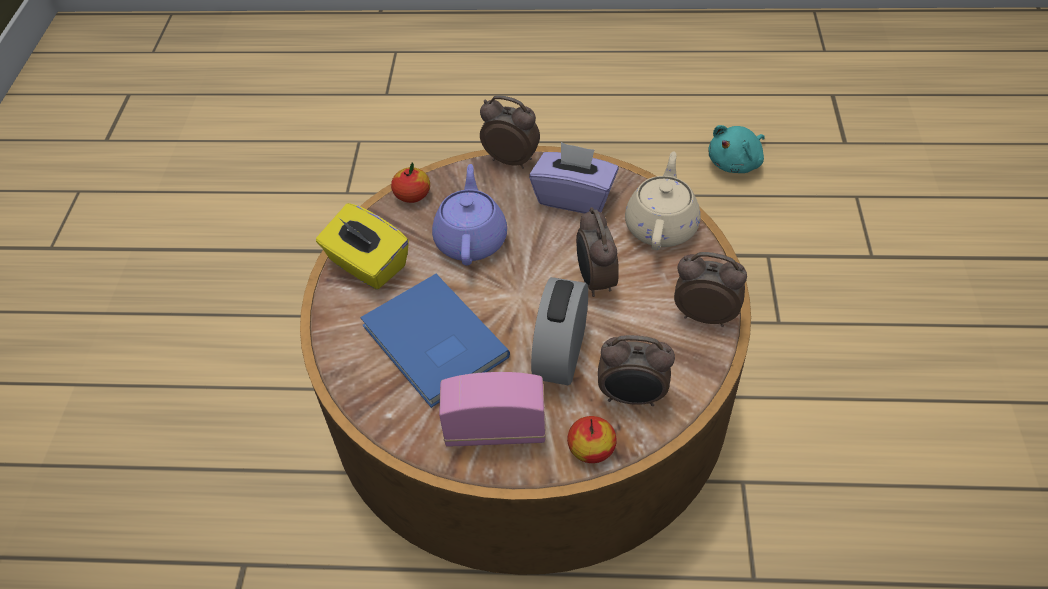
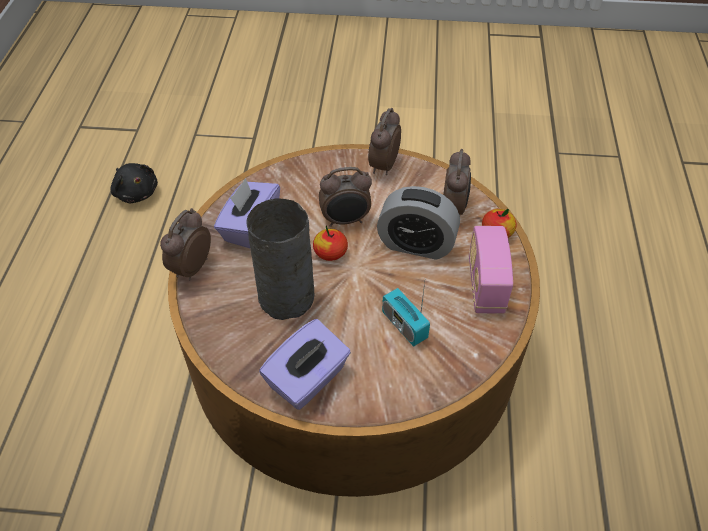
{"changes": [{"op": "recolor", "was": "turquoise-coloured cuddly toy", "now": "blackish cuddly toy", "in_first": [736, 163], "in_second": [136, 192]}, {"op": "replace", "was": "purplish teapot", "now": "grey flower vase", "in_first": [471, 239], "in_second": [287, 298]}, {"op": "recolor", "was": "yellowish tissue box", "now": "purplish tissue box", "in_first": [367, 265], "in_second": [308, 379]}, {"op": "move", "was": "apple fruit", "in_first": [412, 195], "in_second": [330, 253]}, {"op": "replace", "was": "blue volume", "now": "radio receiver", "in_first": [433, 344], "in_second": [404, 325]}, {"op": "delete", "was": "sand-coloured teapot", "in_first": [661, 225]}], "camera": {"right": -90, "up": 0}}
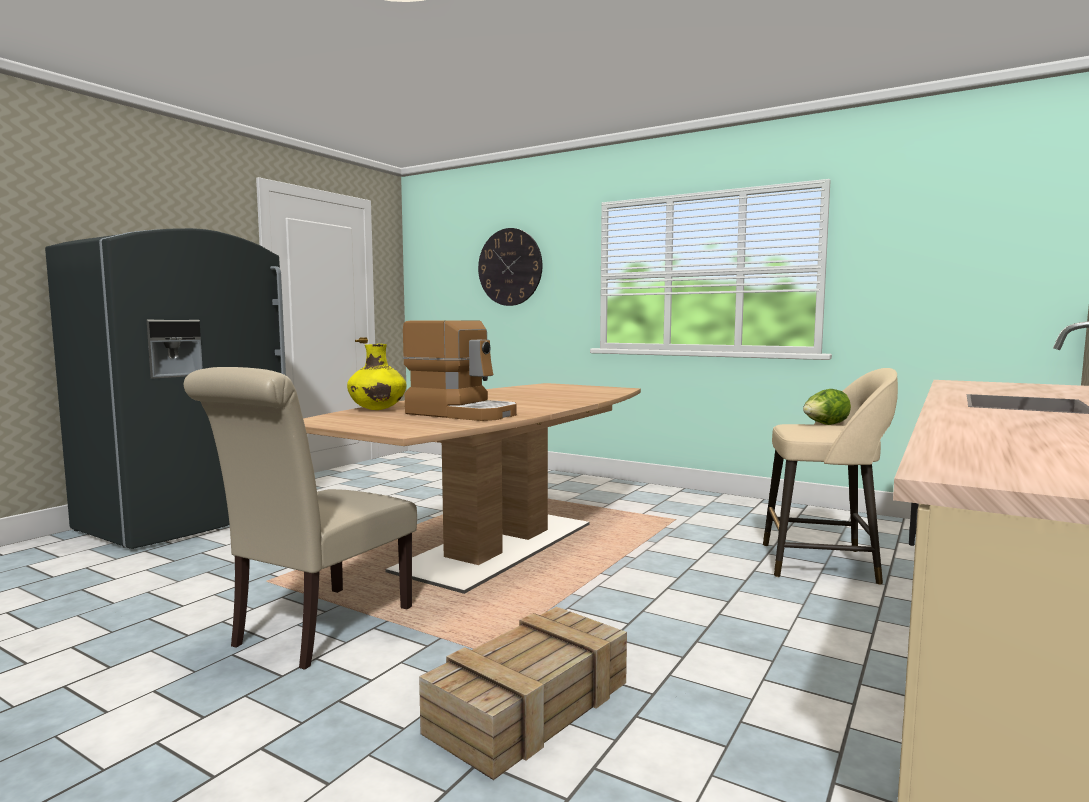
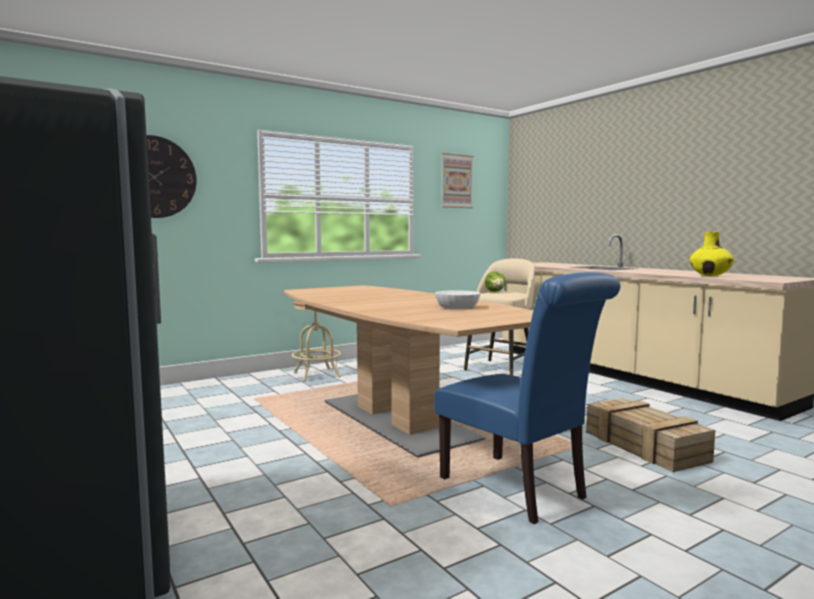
{"changes": [{"op": "insert", "now": "sand-coloured stool", "in_second": [317, 375]}, {"op": "recolor", "was": "sand-coloured plain chair", "now": "blue plain chair", "in_first": [316, 630], "in_second": [519, 490]}, {"op": "replace", "was": "coffee brewer", "now": "white bowl", "in_first": [463, 413], "in_second": [456, 307]}, {"op": "insert", "now": "wall art", "in_second": [456, 181]}, {"op": "move", "was": "yellowish flower vase", "in_first": [377, 410], "in_second": [710, 276]}], "camera": {"right": -65, "up": 0}}
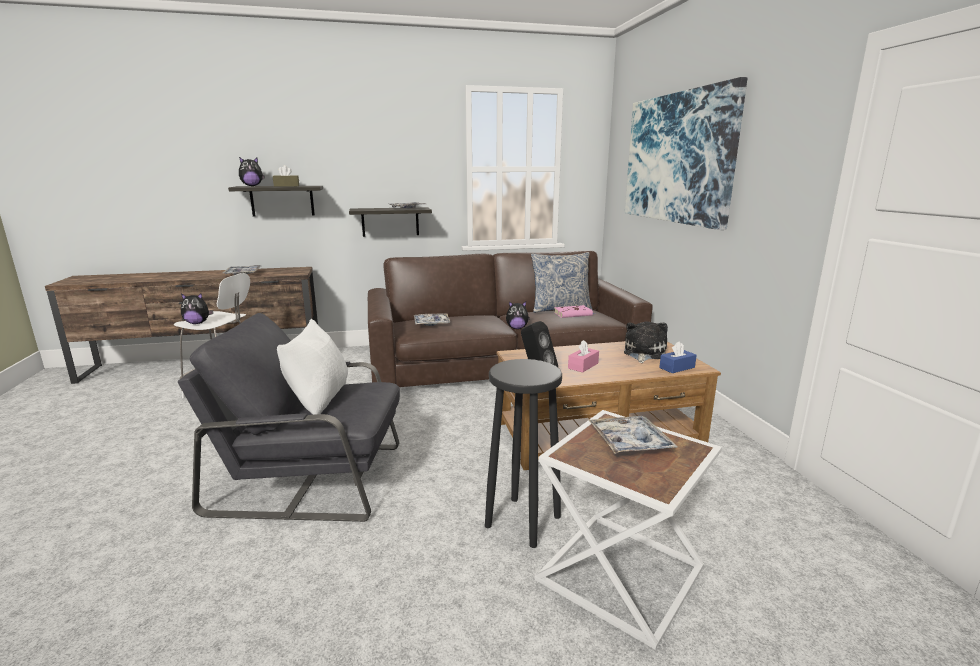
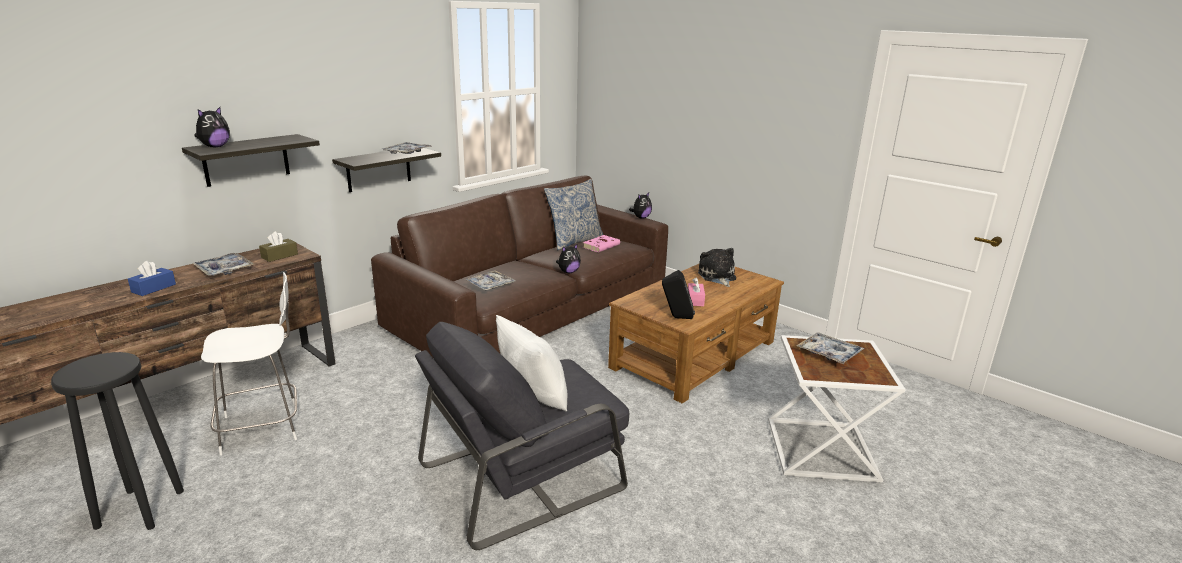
{"changes": [{"op": "move", "was": "blackish stool", "in_first": [522, 521], "in_second": [139, 509]}, {"op": "move", "was": "blue tissue box", "in_first": [677, 367], "in_second": [153, 288]}, {"op": "move", "was": "brown tissue box", "in_first": [286, 186], "in_second": [279, 256]}, {"op": "move", "was": "cuddly toy", "in_first": [197, 323], "in_second": [641, 217]}, {"op": "delete", "was": "wall art", "in_first": [677, 158]}], "camera": {"right": -35, "up": 5}}
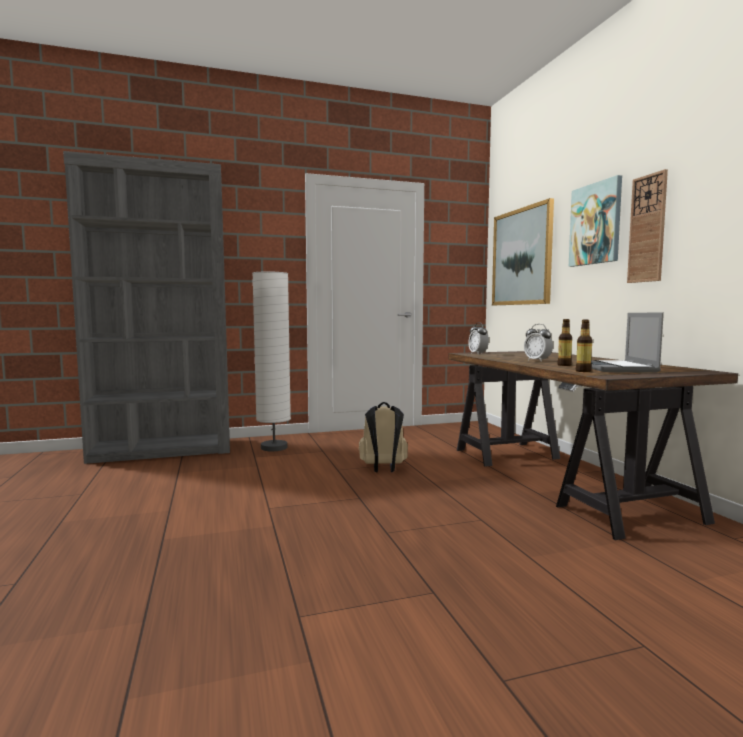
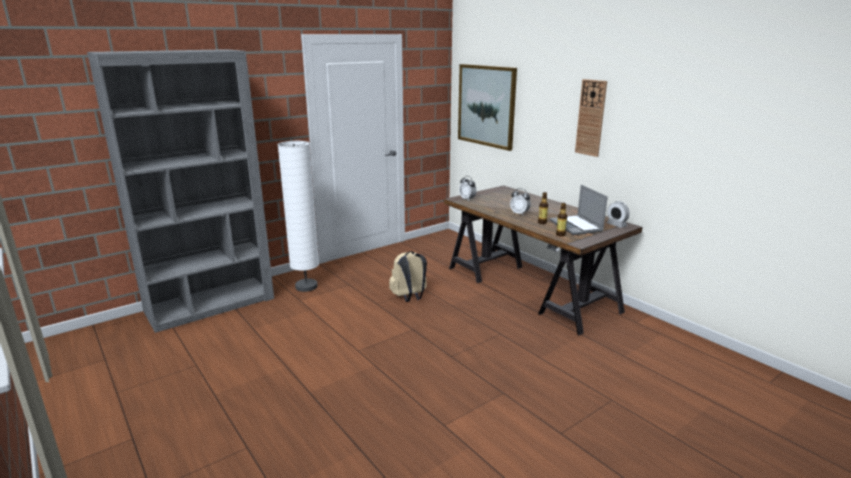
{"changes": [{"op": "insert", "now": "bedside clock", "in_second": [616, 225]}, {"op": "delete", "was": "wall art", "in_first": [595, 224]}], "camera": {"right": -20, "up": 15}}
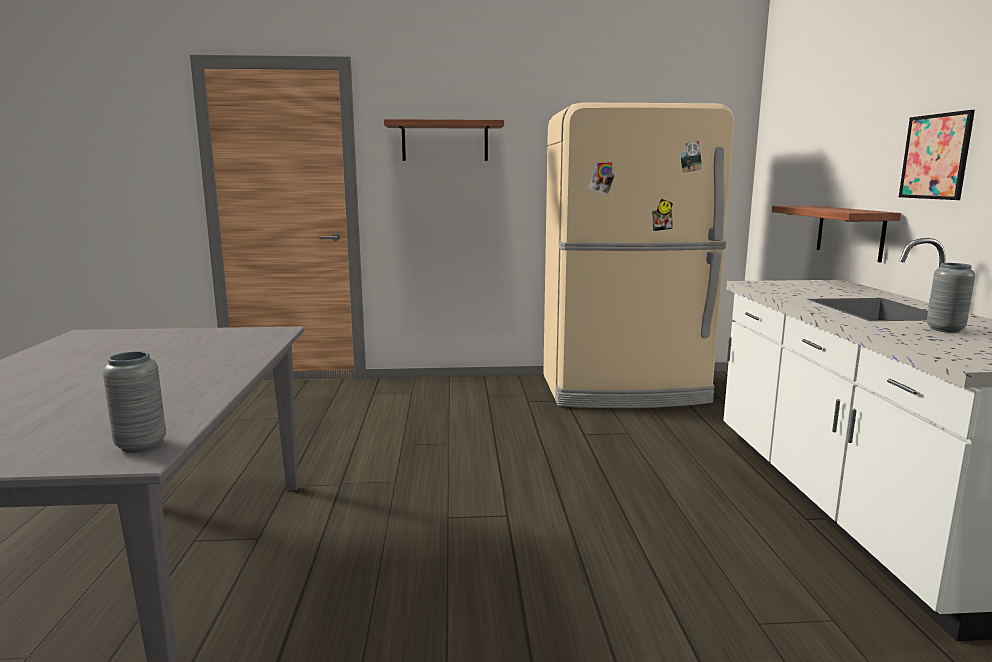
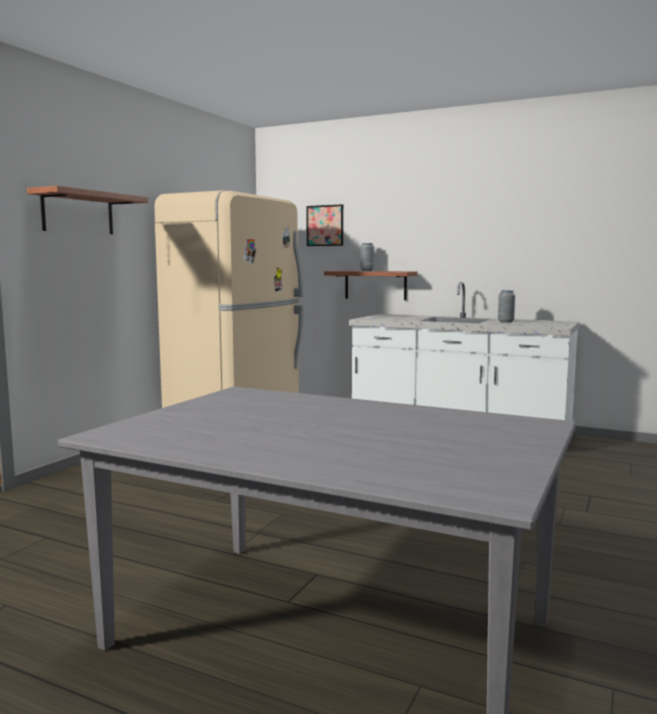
{"changes": [{"op": "move", "was": "wall art", "in_first": [935, 156], "in_second": [325, 225]}, {"op": "move", "was": "grey flower vase", "in_first": [141, 445], "in_second": [367, 271]}], "camera": {"right": -60, "up": -5}}
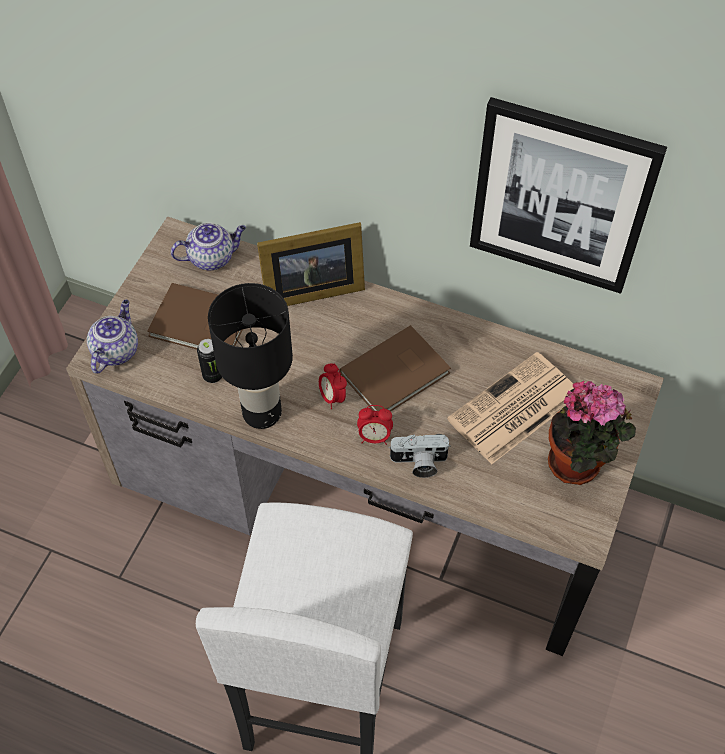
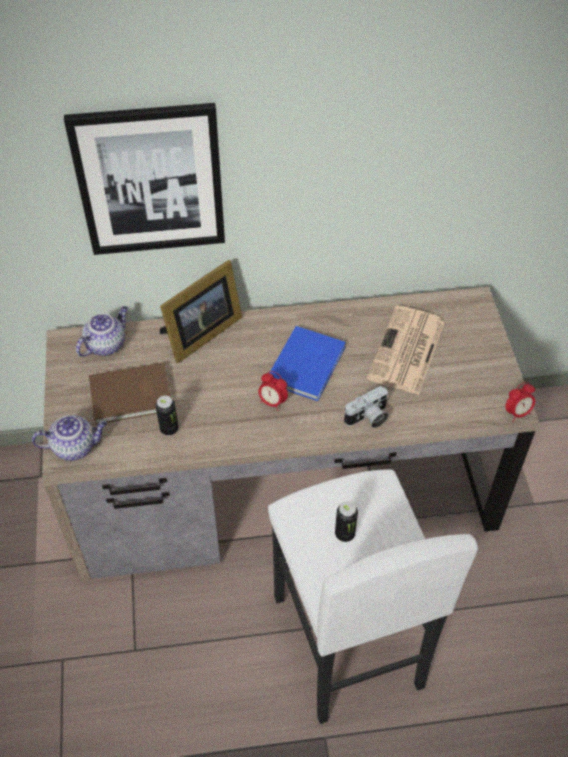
{"changes": [{"op": "rotate", "was": "teapot", "in_first": [116, 350], "in_second": [75, 447], "clockwise": 90}, {"op": "move", "was": "wall art", "in_first": [561, 197], "in_second": [150, 180]}, {"op": "recolor", "was": "brown volume", "now": "blue volume", "in_first": [397, 374], "in_second": [308, 364]}, {"op": "insert", "now": "sealed can", "in_second": [344, 534]}, {"op": "move", "was": "bedside clock", "in_first": [374, 437], "in_second": [517, 413]}, {"op": "delete", "was": "blackish tabletop lamp", "in_first": [261, 413]}, {"op": "delete", "was": "potted plant", "in_first": [578, 465]}], "camera": {"right": -30, "up": -5}}
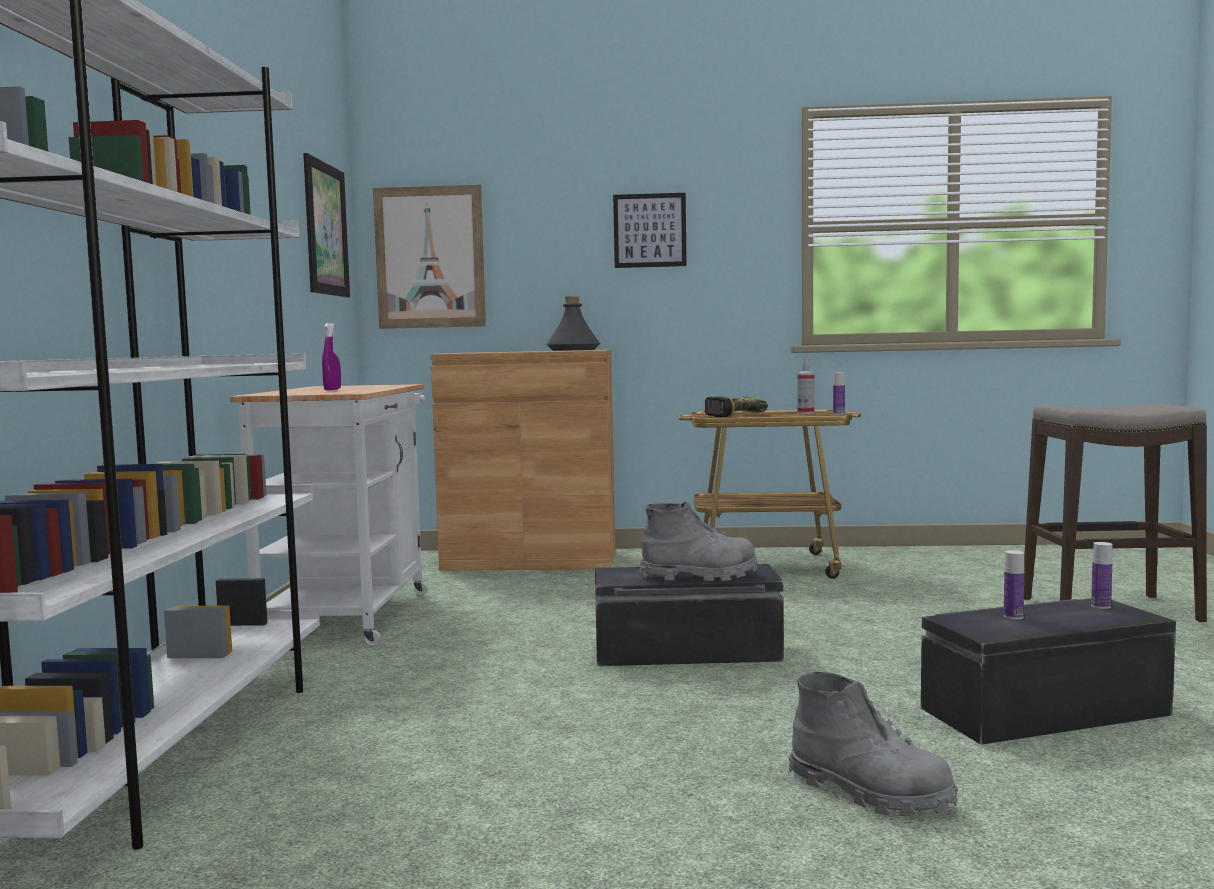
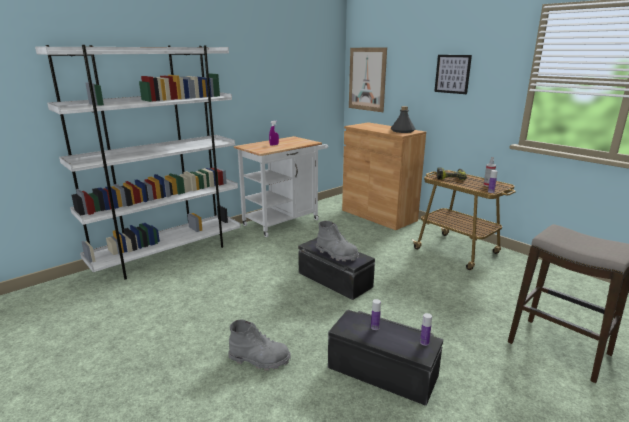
{"changes": [{"op": "rotate", "was": "grey tall boot", "in_first": [869, 792], "in_second": [259, 359], "clockwise": -75}, {"op": "delete", "was": "wall art", "in_first": [326, 229]}], "camera": {"right": 45, "up": 15}}
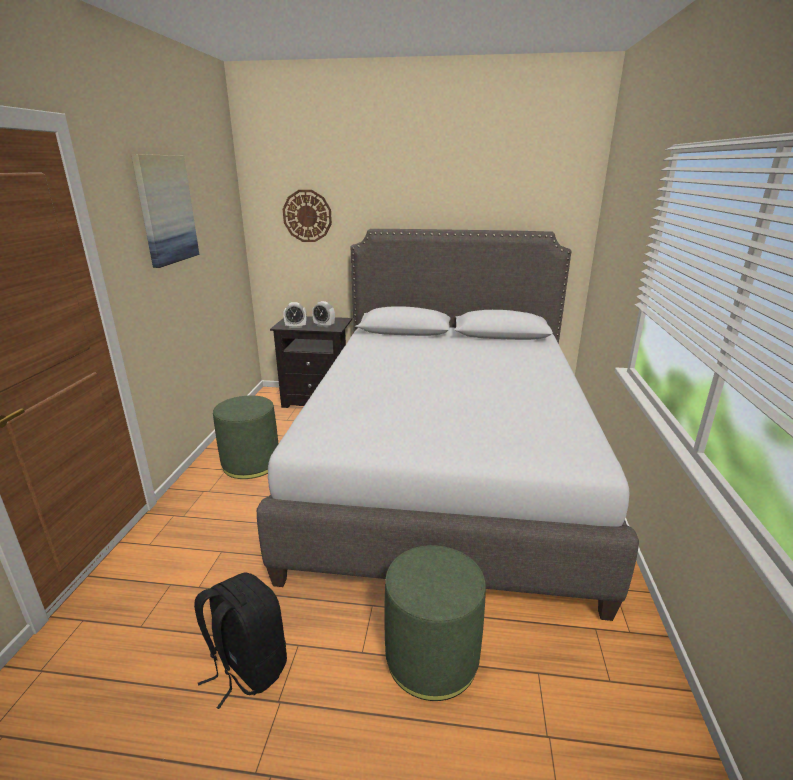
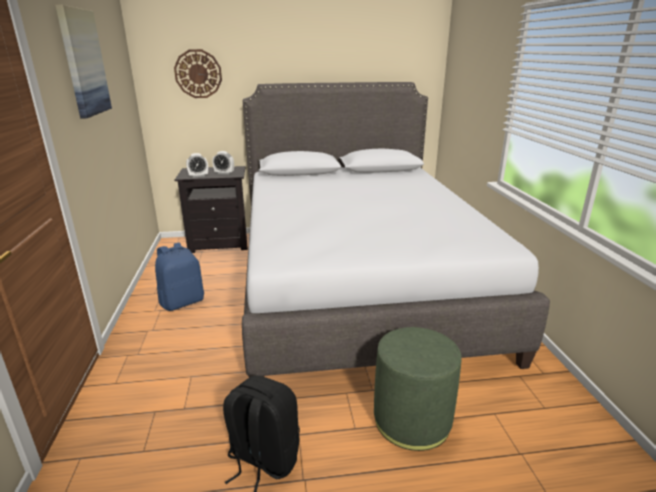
{"changes": [{"op": "replace", "was": "green-coloured pouffe", "now": "blue rucksack", "in_first": [251, 463], "in_second": [182, 302]}], "camera": {"right": -15, "up": 0}}
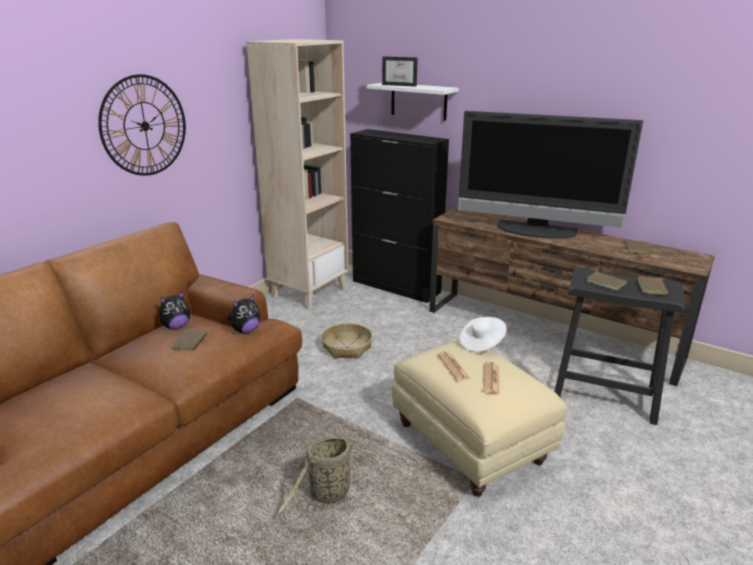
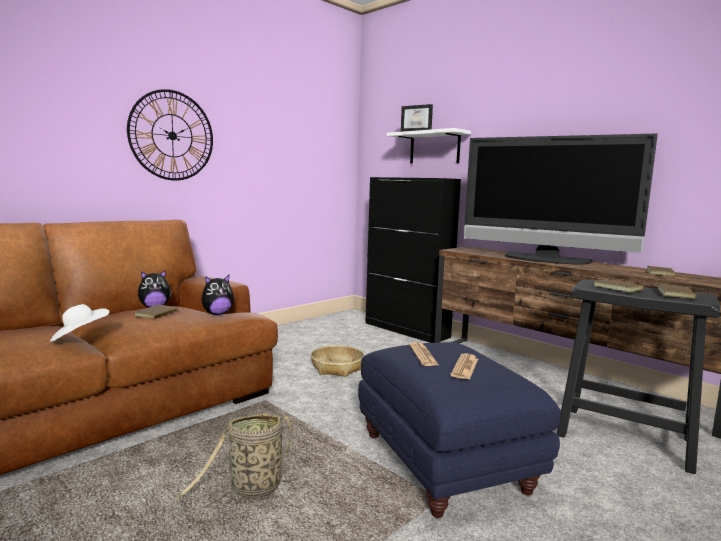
{"changes": [{"op": "move", "was": "white clothing hat", "in_first": [481, 343], "in_second": [79, 337]}, {"op": "recolor", "was": "sand-coloured pouffe", "now": "blue pouffe", "in_first": [471, 444], "in_second": [445, 464]}, {"op": "delete", "was": "sand-coloured shelving unit", "in_first": [309, 292]}], "camera": {"right": 10, "up": -15}}
